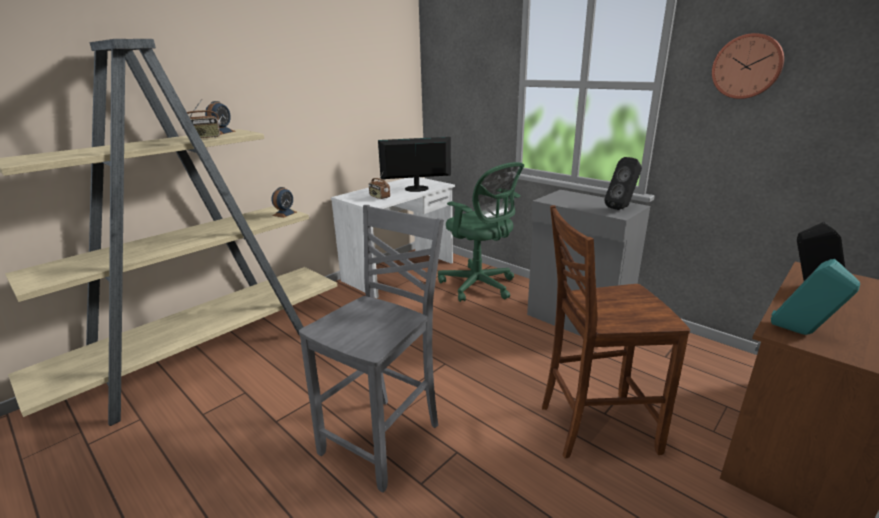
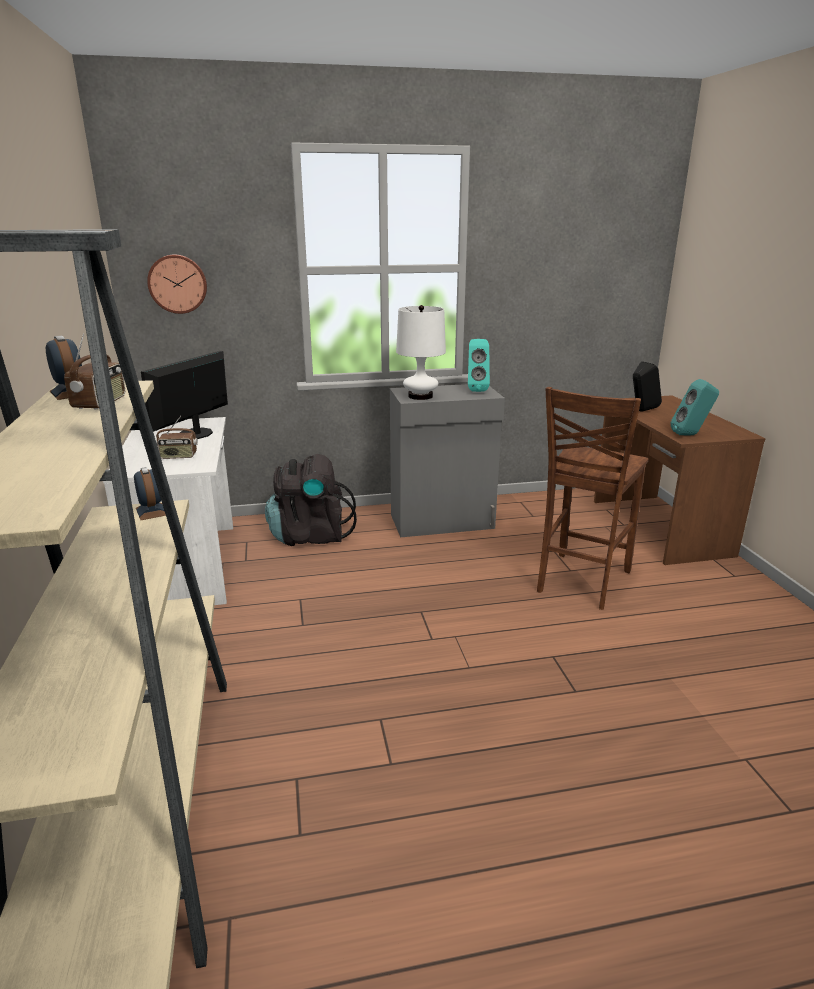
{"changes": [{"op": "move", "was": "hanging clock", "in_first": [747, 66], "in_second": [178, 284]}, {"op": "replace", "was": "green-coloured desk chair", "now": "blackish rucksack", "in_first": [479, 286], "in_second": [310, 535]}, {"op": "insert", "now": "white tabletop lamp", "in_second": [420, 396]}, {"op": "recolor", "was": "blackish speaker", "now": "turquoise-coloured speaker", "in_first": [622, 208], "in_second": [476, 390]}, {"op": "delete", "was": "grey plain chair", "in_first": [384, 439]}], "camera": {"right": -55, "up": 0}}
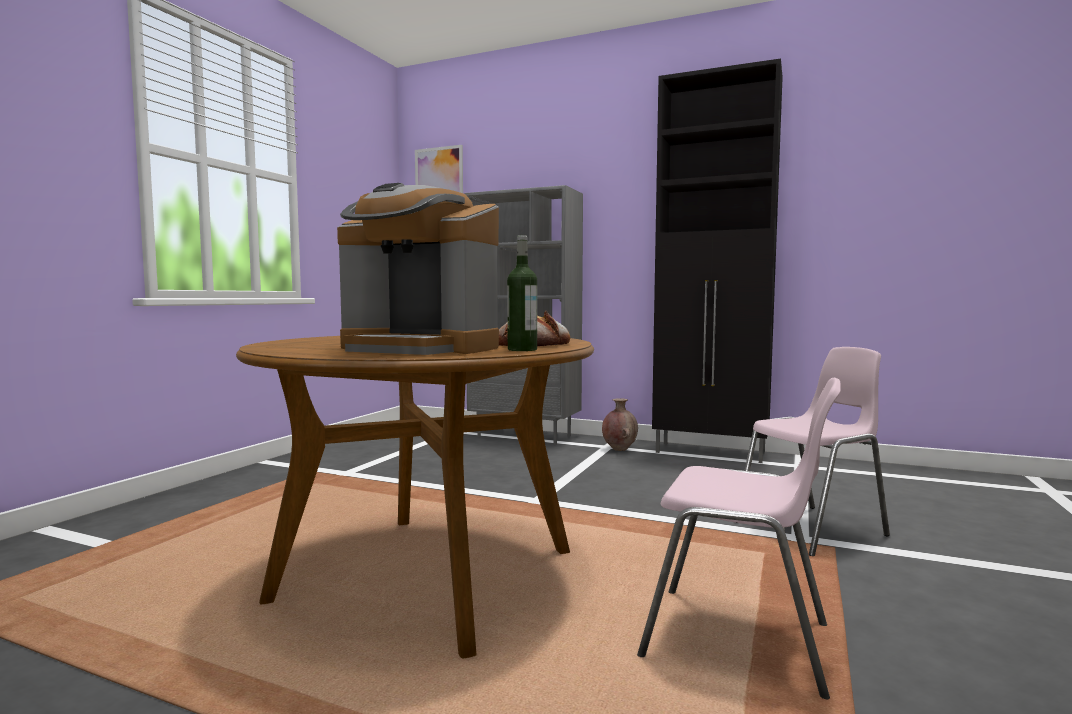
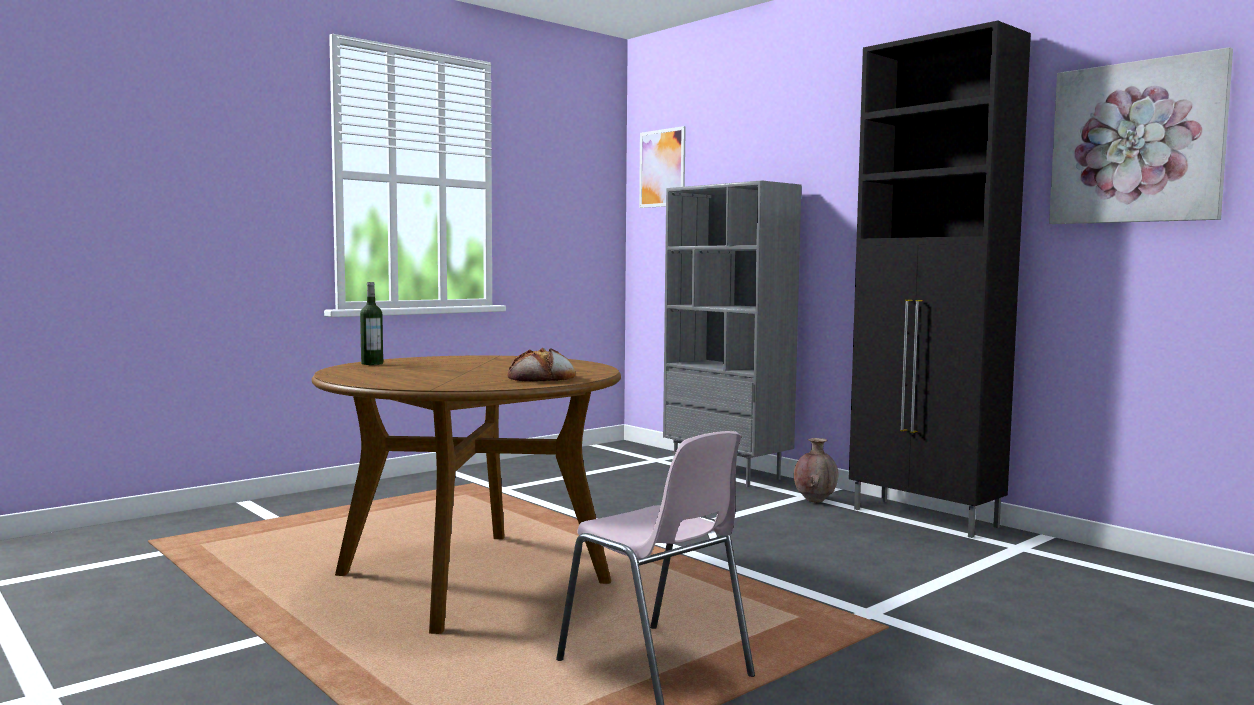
{"changes": [{"op": "move", "was": "beverage bottle", "in_first": [522, 350], "in_second": [372, 363]}, {"op": "insert", "now": "wall art", "in_second": [1137, 143]}, {"op": "delete", "was": "coffee brewer", "in_first": [421, 349]}, {"op": "delete", "was": "pink-coloured plain chair", "in_first": [812, 529]}], "camera": {"right": 25, "up": 0}}
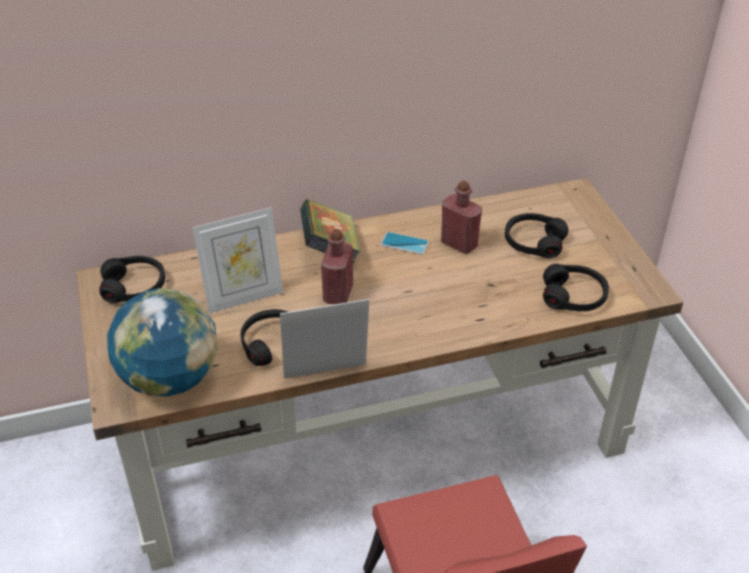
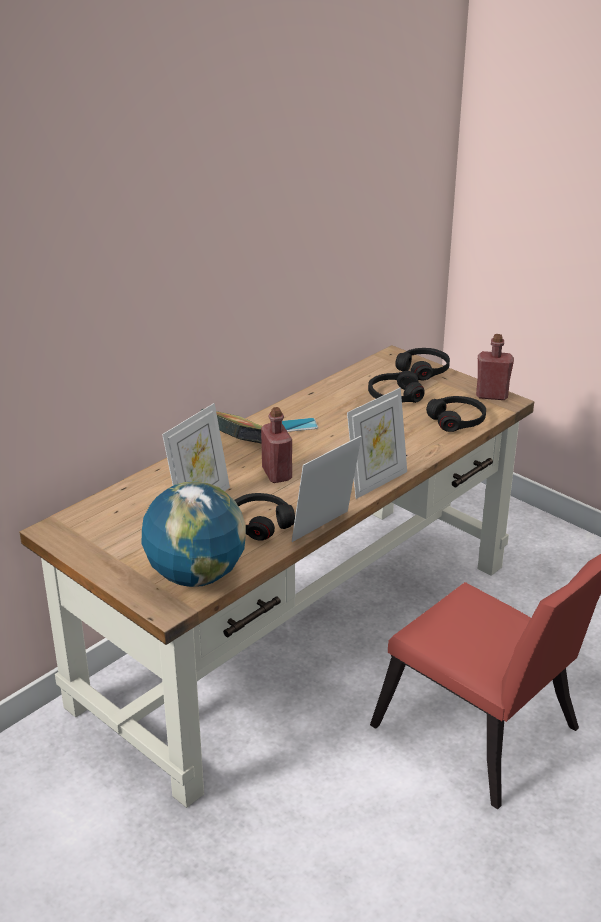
{"changes": [{"op": "insert", "now": "standing frame", "in_second": [376, 482]}, {"op": "move", "was": "blackish pair of headphones", "in_first": [134, 286], "in_second": [423, 370]}, {"op": "move", "was": "reddish beverage bottle", "in_first": [459, 244], "in_second": [491, 395]}], "camera": {"right": -30, "up": -10}}
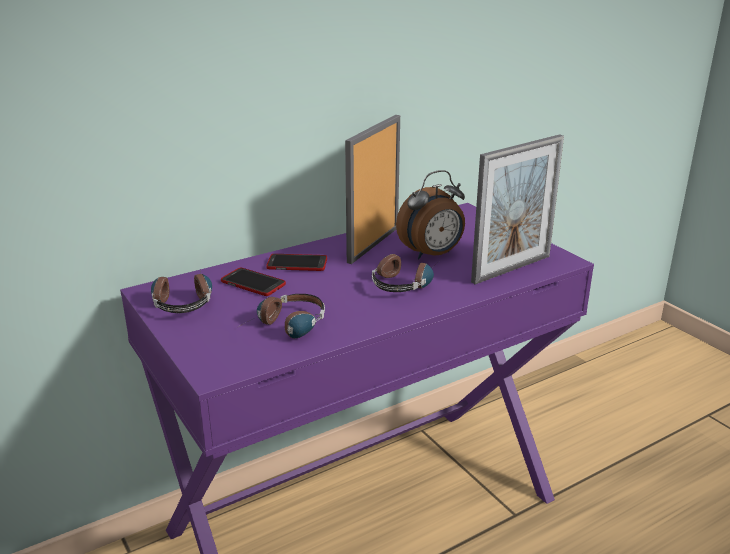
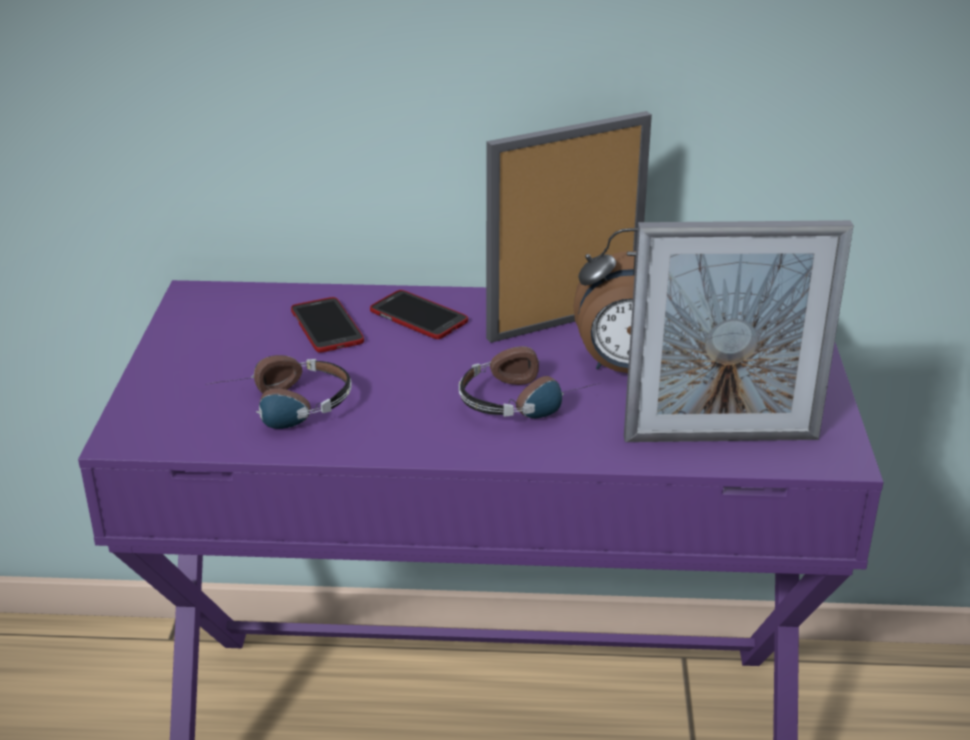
{"changes": [{"op": "delete", "was": "pair of headphones", "in_first": [183, 300]}], "camera": {"right": 35, "up": 5}}
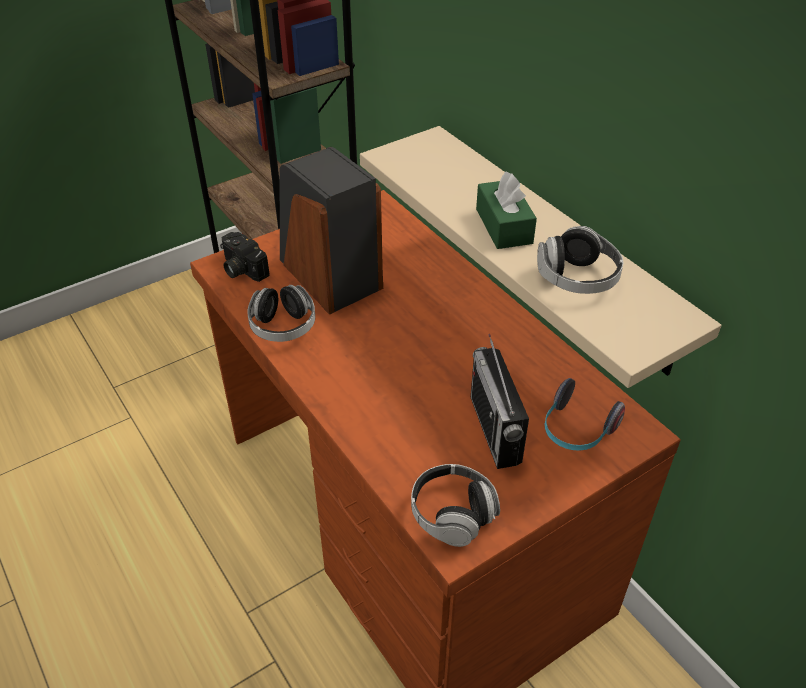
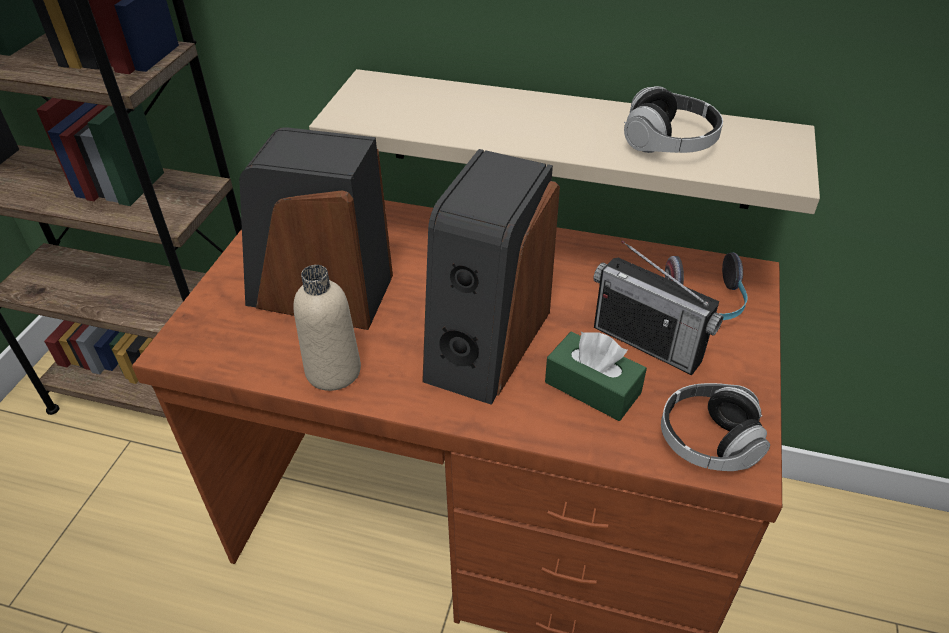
{"changes": [{"op": "replace", "was": "pair of headphones", "now": "sand-coloured beverage bottle", "in_first": [283, 327], "in_second": [333, 371]}, {"op": "insert", "now": "speaker", "in_second": [486, 343]}, {"op": "move", "was": "green-coloured tissue box", "in_first": [504, 226], "in_second": [592, 387]}, {"op": "delete", "was": "still camera", "in_first": [241, 269]}], "camera": {"right": -40, "up": 0}}
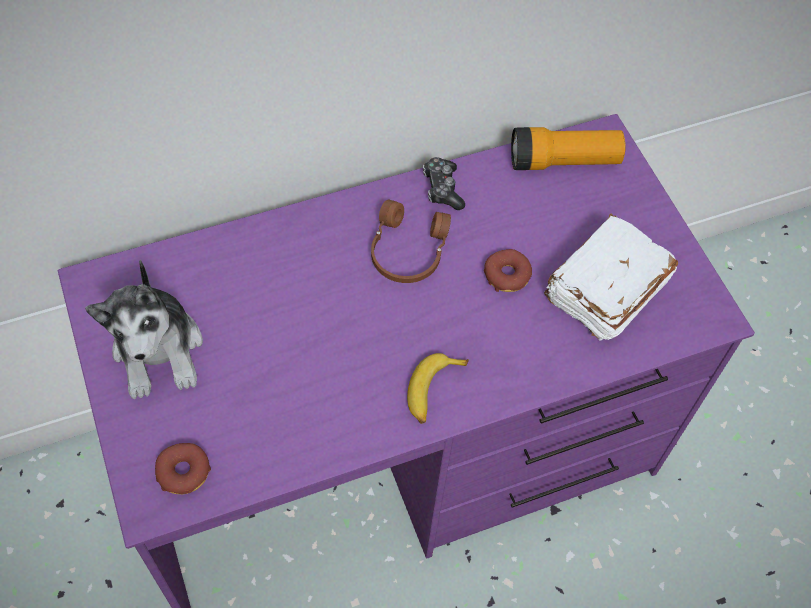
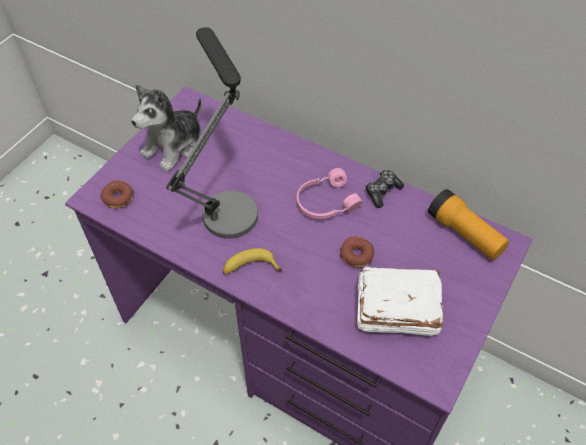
{"changes": [{"op": "insert", "now": "tabletop lamp", "in_second": [227, 202]}, {"op": "recolor", "was": "brown pair of headphones", "now": "pink-coloured pair of headphones", "in_first": [406, 251], "in_second": [325, 202]}], "camera": {"right": 55, "up": -5}}
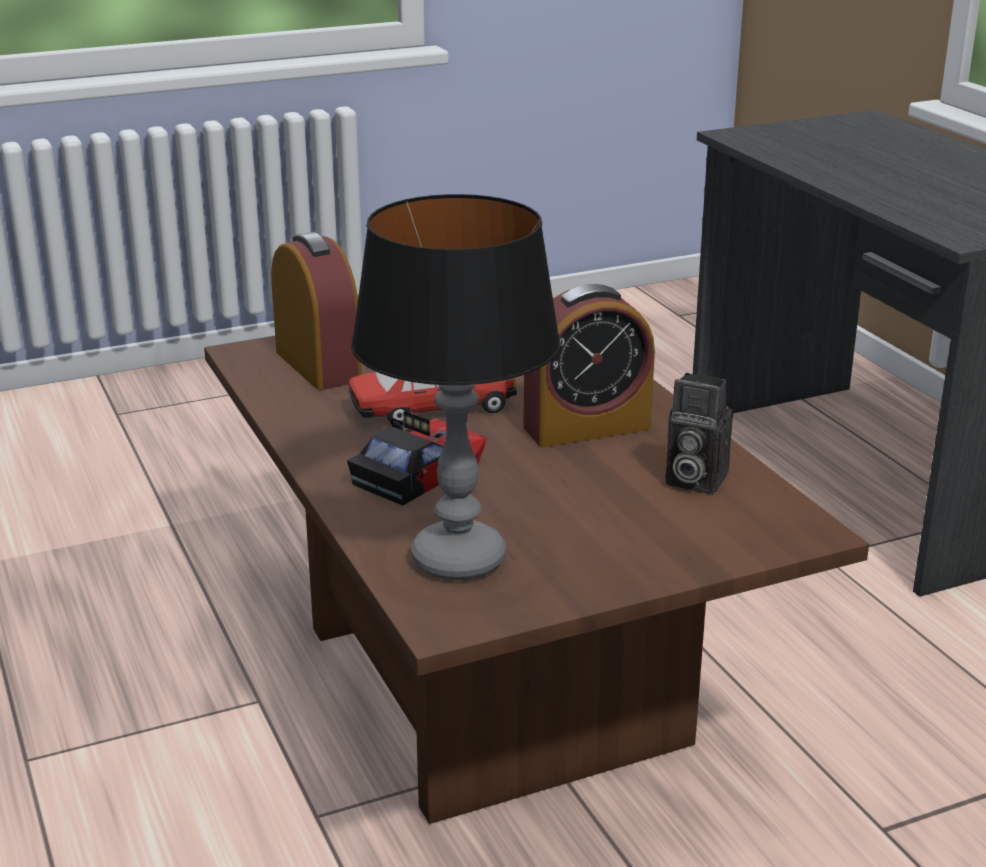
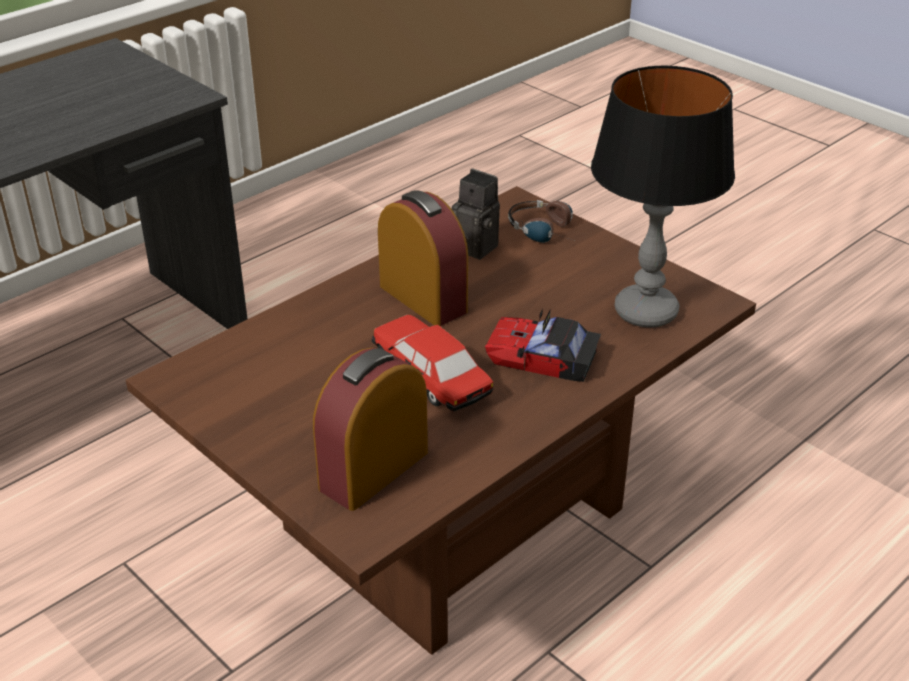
{"changes": [{"op": "rotate", "was": "still camera", "in_first": [692, 480], "in_second": [478, 246], "clockwise": -60}, {"op": "insert", "now": "pair of headphones", "in_second": [548, 231]}], "camera": {"right": -110, "up": 10}}
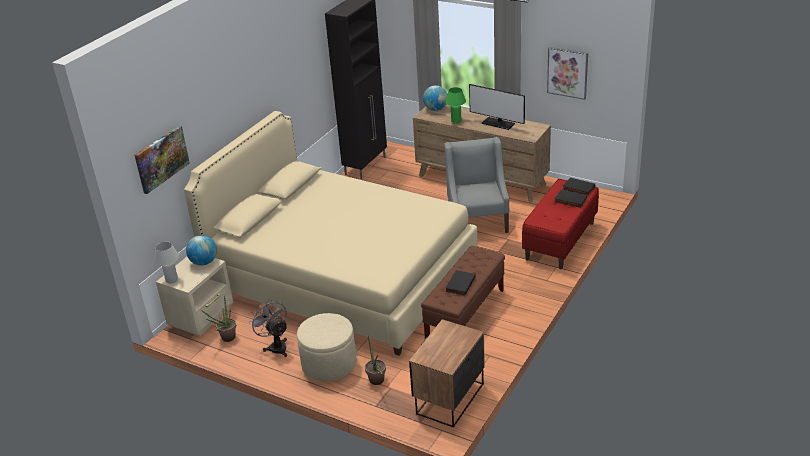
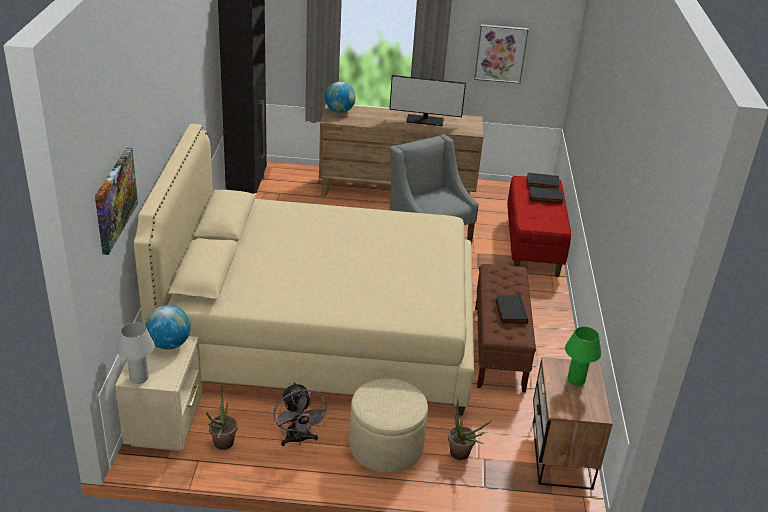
{"changes": [{"op": "rotate", "was": "grey electric fan", "in_first": [276, 346], "in_second": [298, 440], "clockwise": -135}, {"op": "move", "was": "green-coloured tabletop lamp", "in_first": [456, 121], "in_second": [576, 380]}], "camera": {"right": -30, "up": 0}}
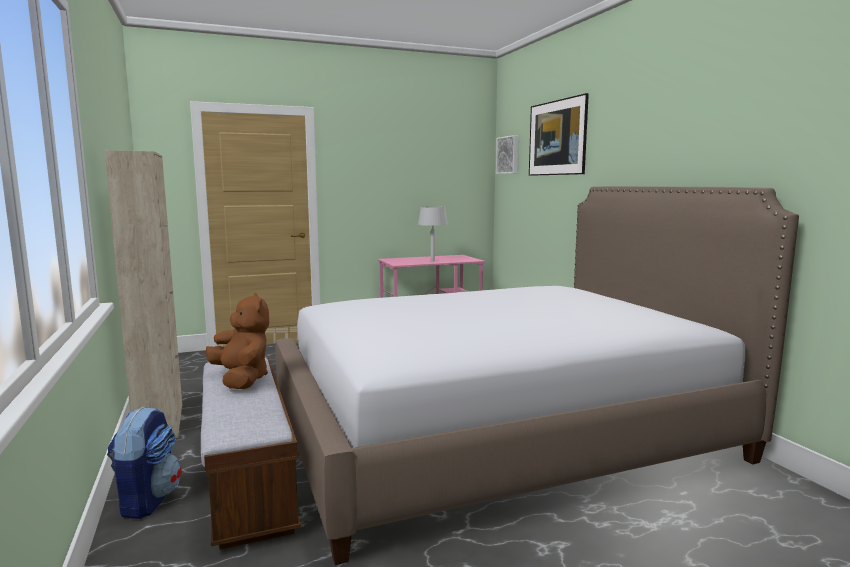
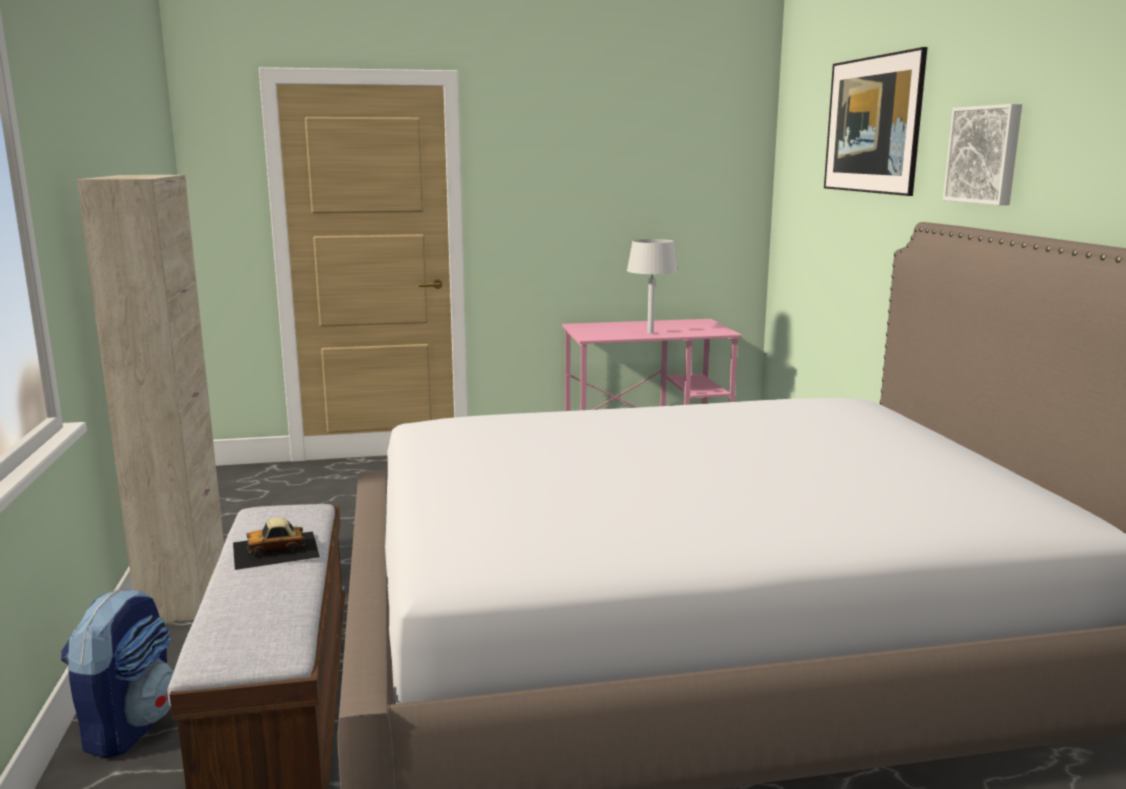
{"changes": [{"op": "replace", "was": "brown cuddly toy", "now": "model car", "in_first": [241, 379], "in_second": [276, 549]}, {"op": "move", "was": "wall art", "in_first": [508, 155], "in_second": [985, 154]}], "camera": {"right": 10, "up": 5}}
